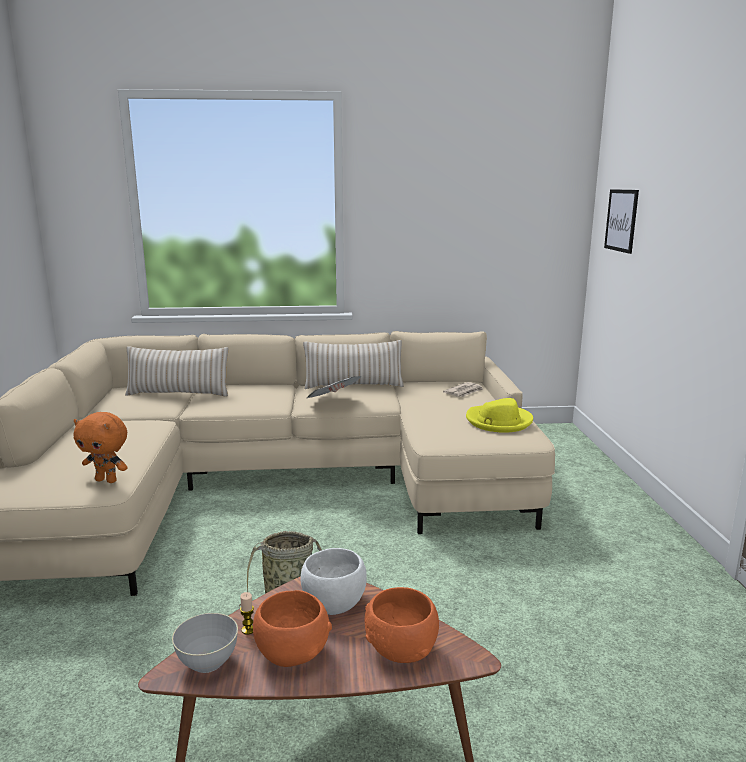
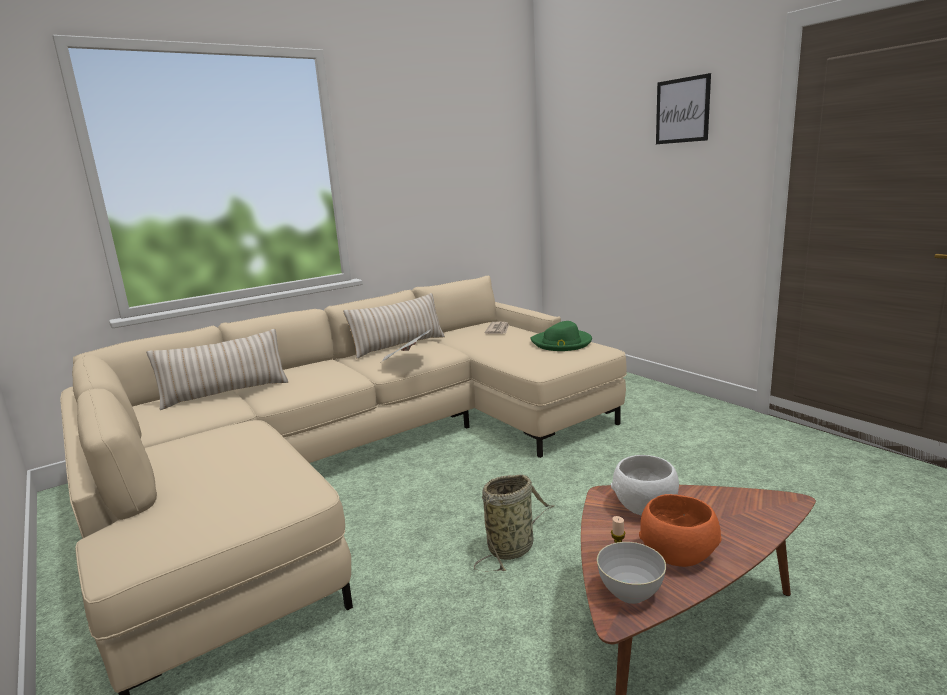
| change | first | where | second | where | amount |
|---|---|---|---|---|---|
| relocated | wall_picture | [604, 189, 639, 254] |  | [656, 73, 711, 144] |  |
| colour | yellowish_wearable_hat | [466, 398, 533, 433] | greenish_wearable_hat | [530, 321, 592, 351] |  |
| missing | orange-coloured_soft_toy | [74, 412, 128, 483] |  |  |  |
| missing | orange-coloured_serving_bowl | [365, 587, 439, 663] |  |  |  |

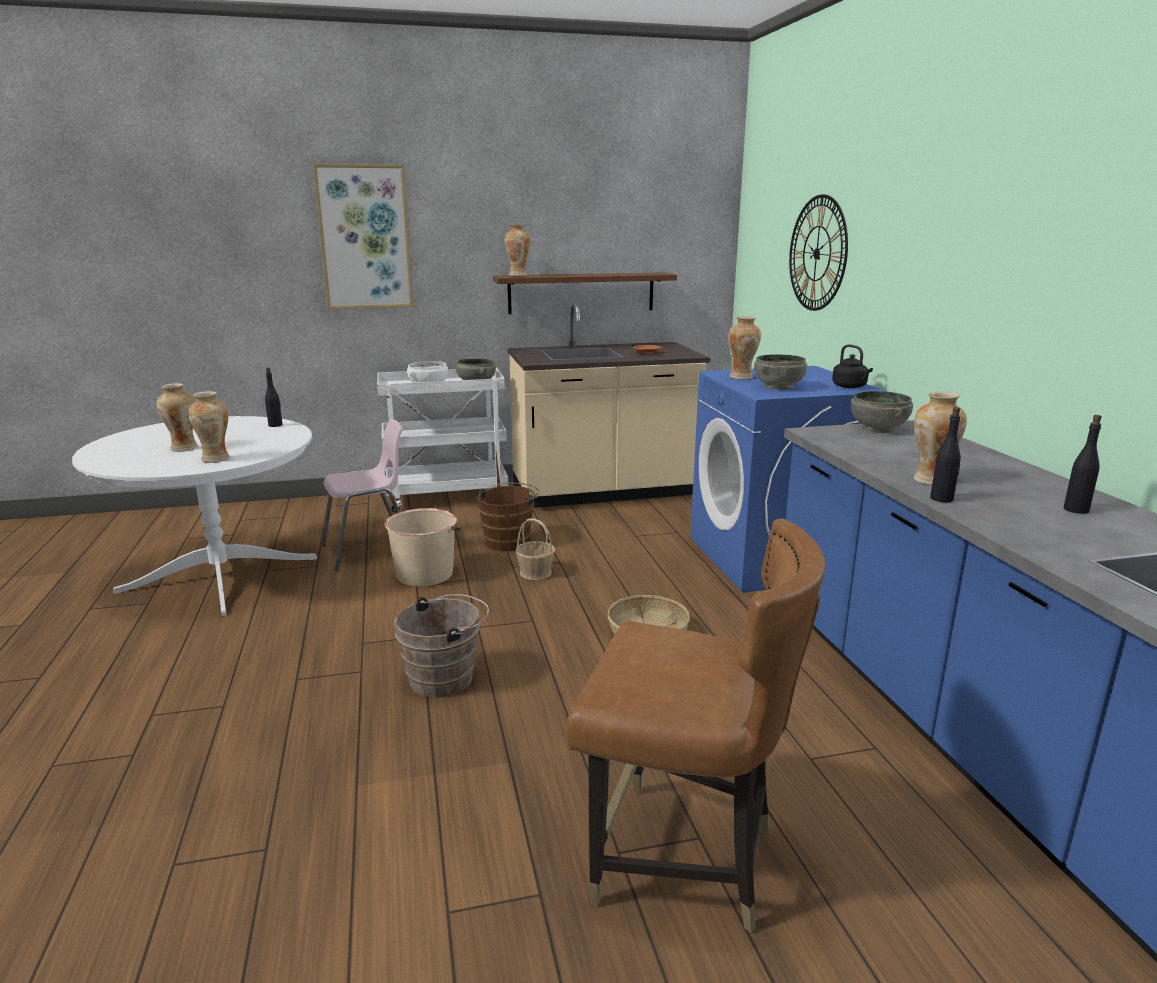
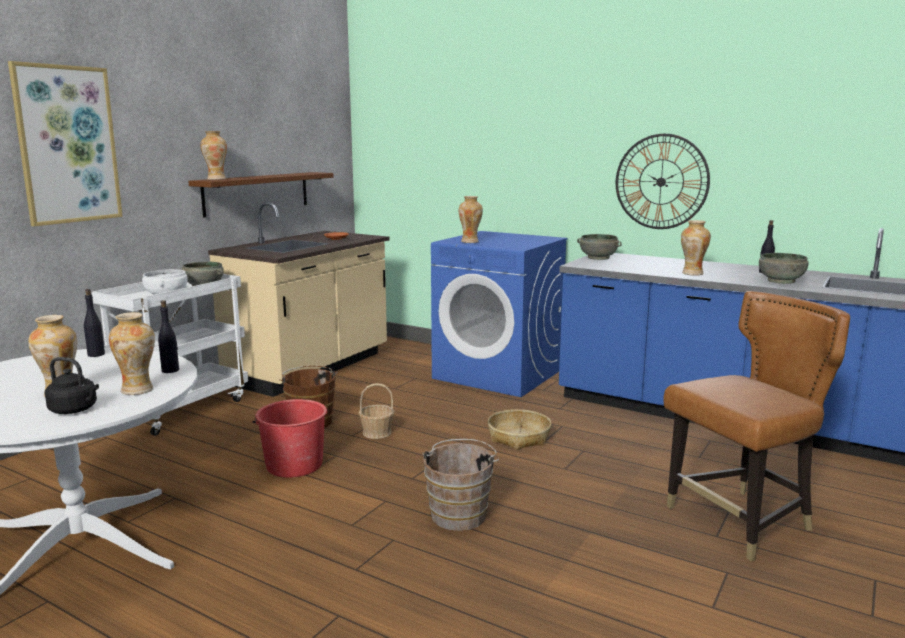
| change | first | where | second | where | amount |
|---|---|---|---|---|---|
| relocated | clock_on_the_wall | [789, 194, 848, 311] |  | [616, 134, 710, 229] |  |
| relocated | black_kettle | [832, 344, 873, 388] |  | [45, 357, 99, 414] |  |
| relocated | gray_serving_bowl | [754, 354, 807, 390] |  | [759, 253, 809, 284] |  |
| relocated | black_bottle | [930, 407, 961, 502] |  | [158, 300, 179, 373] |  |
| missing | pink-coloured_upright_chair | [322, 419, 403, 571] |  |  |  |
| colour | sand-coloured_pail | [385, 508, 460, 587] | reddish_pail | [252, 399, 328, 478] |  |

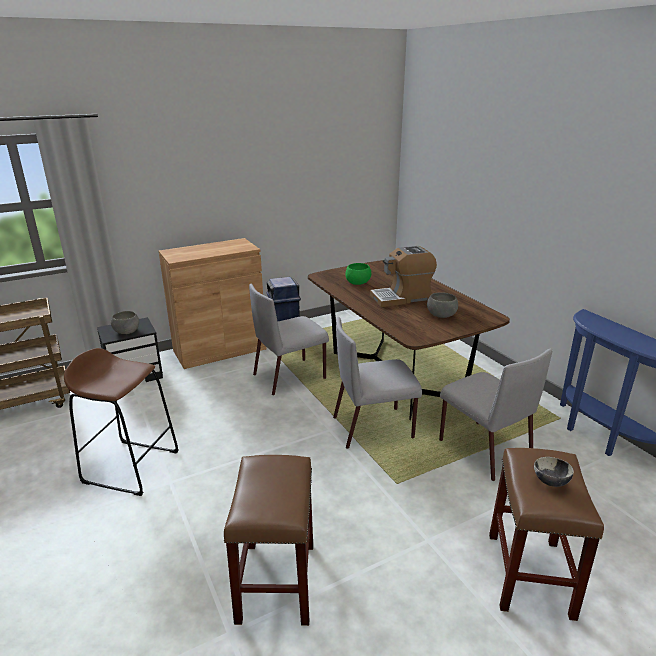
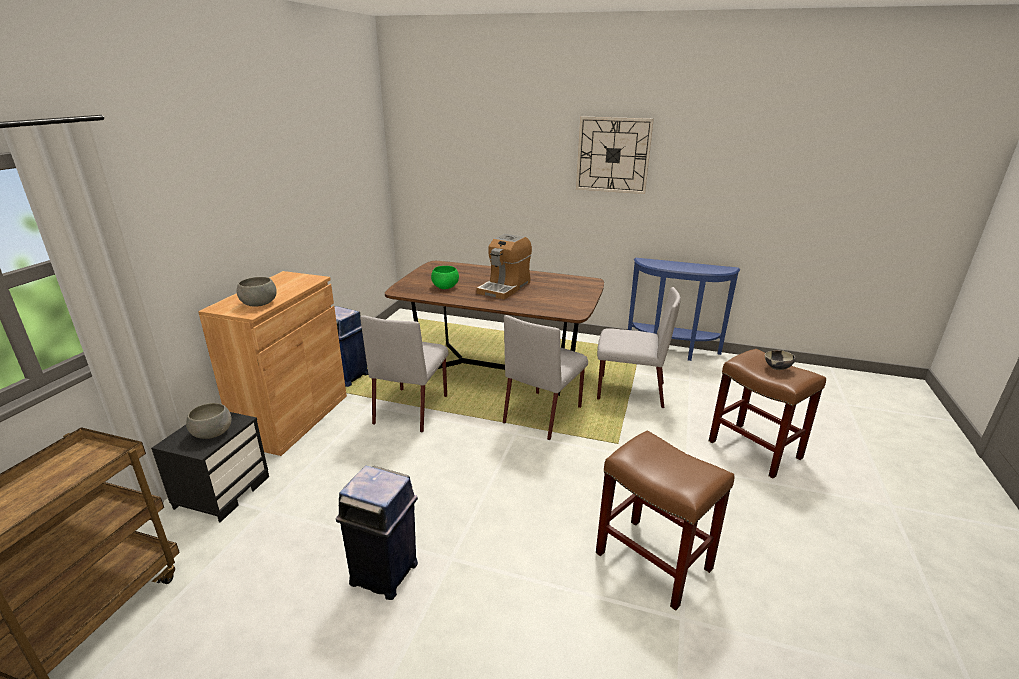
| change | first | where | second | where | amount |
|---|---|---|---|---|---|
| relocated | gray_serving_bowl | [427, 292, 458, 318] |  | [236, 277, 277, 307] |  |
| exchanged | brownish_stool | [64, 348, 178, 496] | blue-coloured_waste_bin | [336, 466, 418, 600] |  |
| appeared |  |  | clock_on_the_wall | [576, 116, 654, 194] |  |

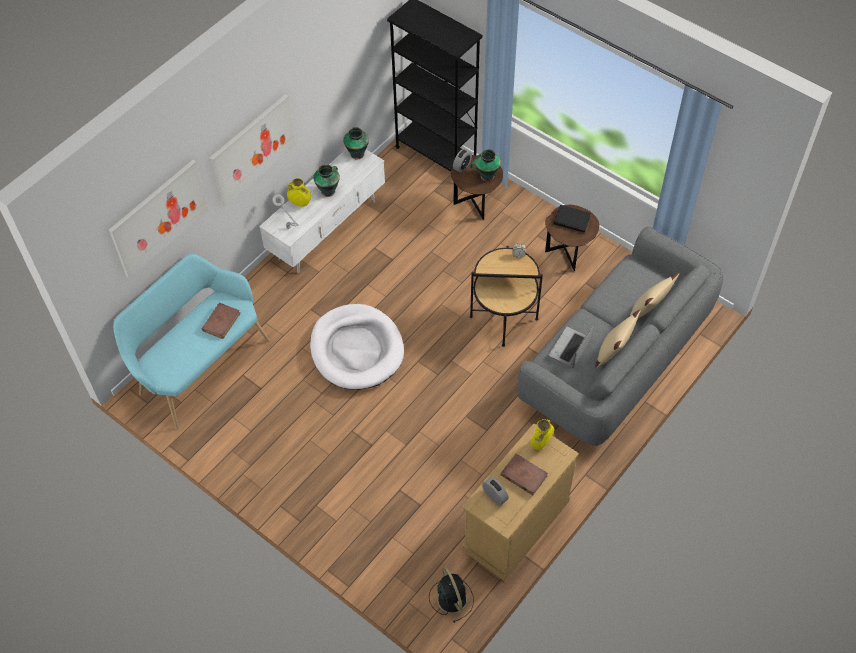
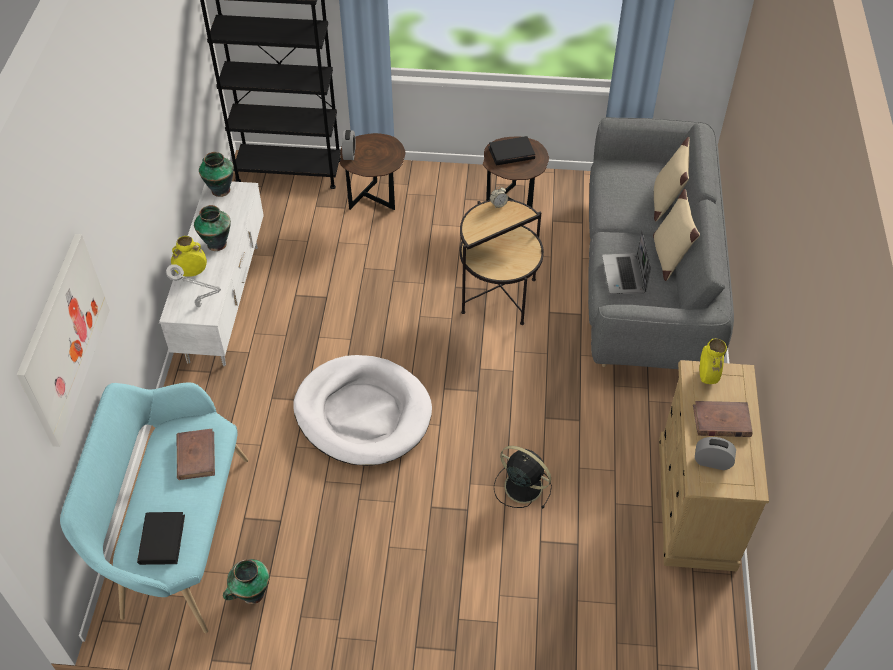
| change | first | where | second | where | amount |
|---|---|---|---|---|---|
| missing | wall_picture | [210, 94, 296, 207] |  |  |  |
| relocated | vase | [470, 149, 501, 181] |  | [223, 559, 269, 604] |  |
| relocated | black_electric_fan | [429, 567, 474, 623] |  | [494, 446, 552, 508] |  |
| appeared |  |  | black_volume | [137, 512, 185, 565] |  |

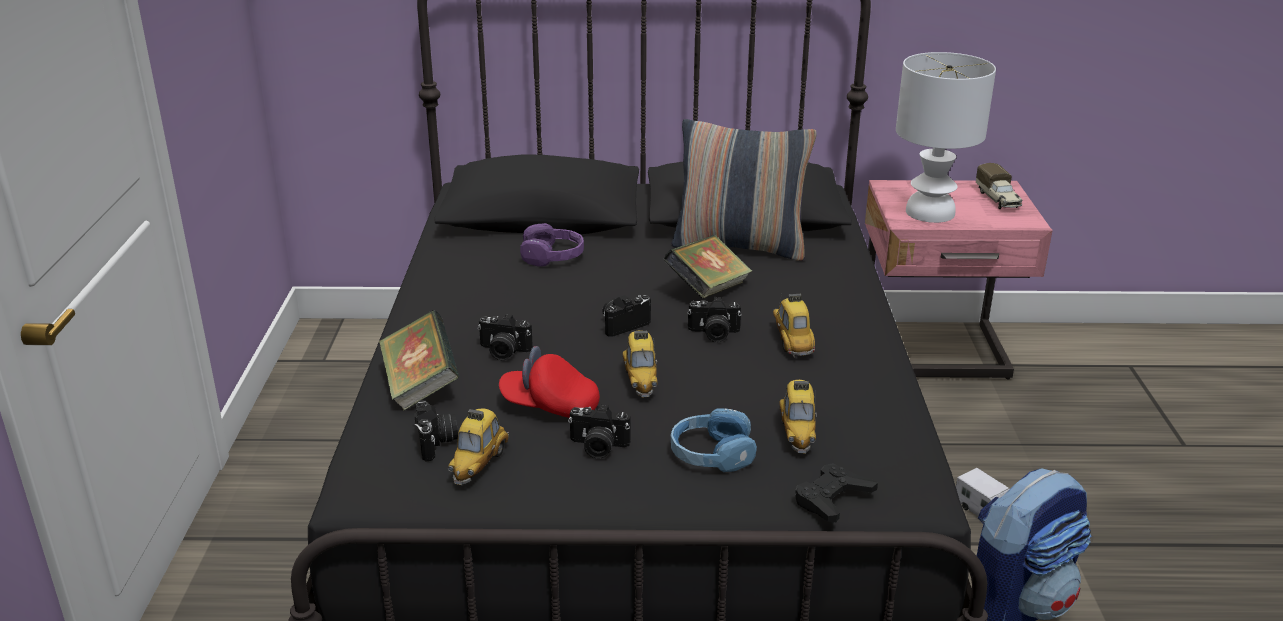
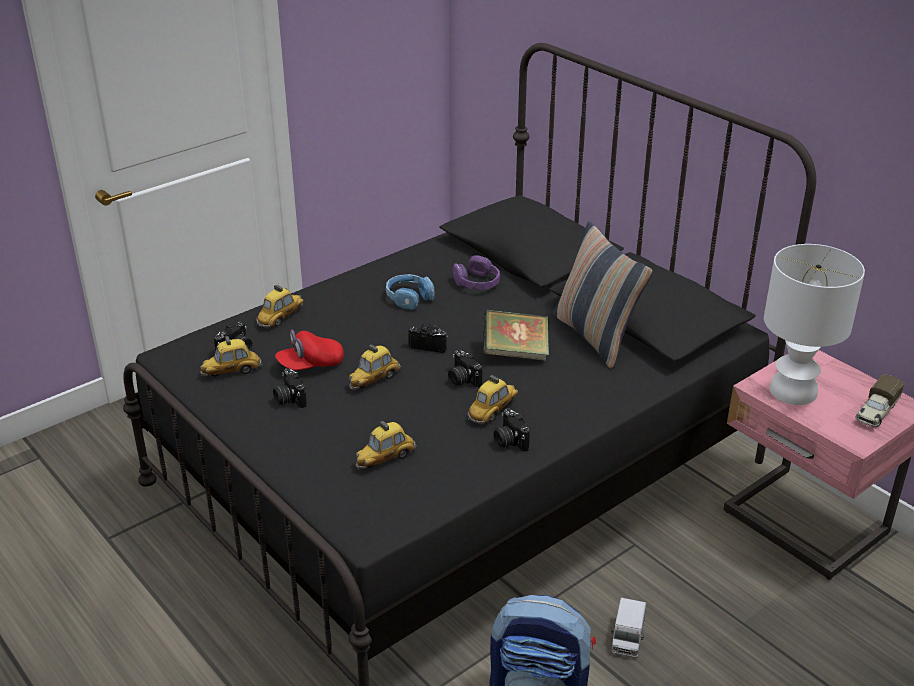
| change | first | where | second | where | amount |
|---|---|---|---|---|---|
| exchanged | volume | [379, 311, 460, 411] | toy_car | [256, 283, 304, 327] |  |
| relocated | still_camera | [478, 314, 533, 360] |  | [494, 408, 530, 451] |  |
| spun | reddish_peaked_cap | [499, 346, 600, 418] |  | [275, 330, 344, 370] | 90 degrees counterclockwise |
| relocated | blue-coloured_headset | [671, 408, 757, 472] |  | [386, 274, 435, 310] |  |
| missing | black_gamepad | [795, 463, 878, 522] |  |  |  |

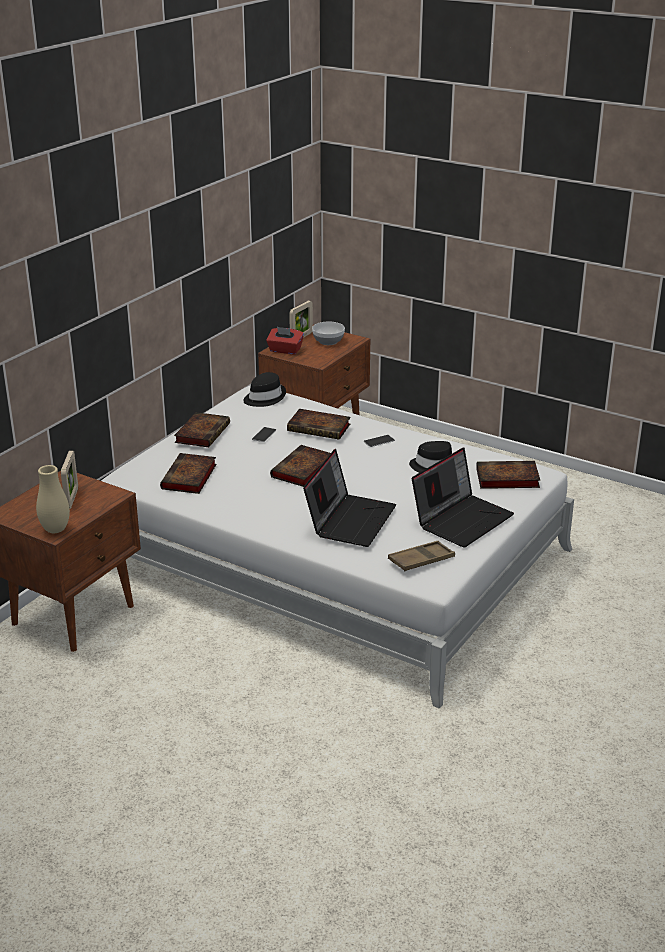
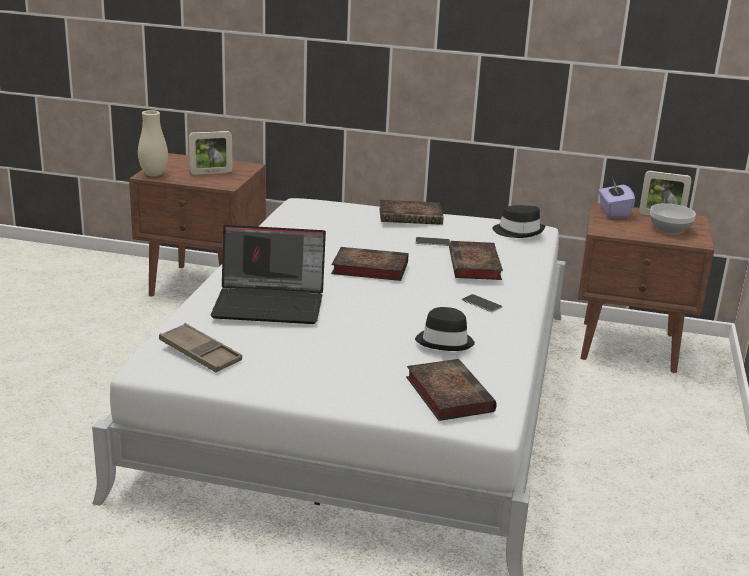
| change | first | where | second | where | amount |
|---|---|---|---|---|---|
| colour | reddish_tissue_holder | [266, 327, 304, 355] | purple-coloured_tissue_holder | [599, 180, 635, 218] |  |
| missing | notebook_computer | [412, 447, 514, 548] |  |  |  |
| missing | volume | [160, 453, 216, 494] |  |  |  |

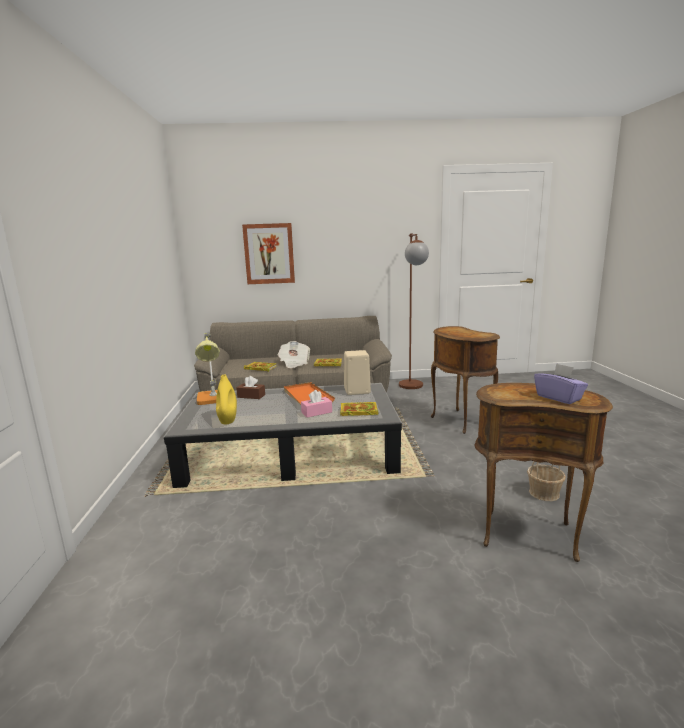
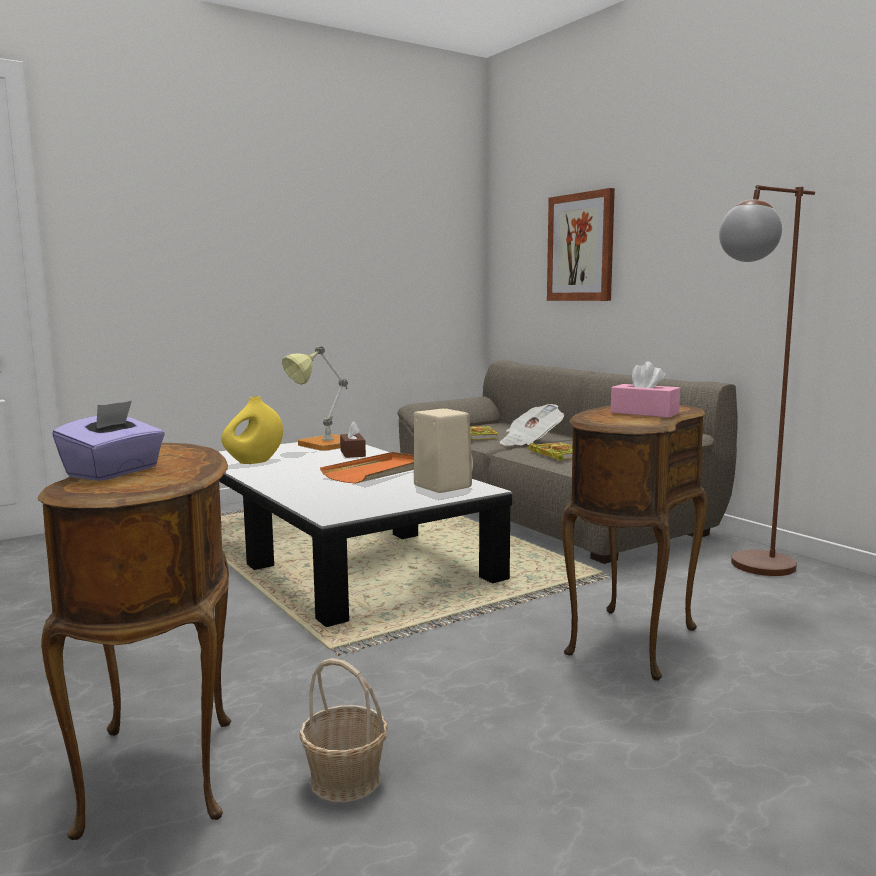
| change | first | where | second | where | amount |
|---|---|---|---|---|---|
| relocated | pink-coloured_tissue_holder | [301, 390, 332, 418] |  | [610, 361, 680, 418] |  |
| missing | volume | [340, 402, 378, 416] |  |  |  |

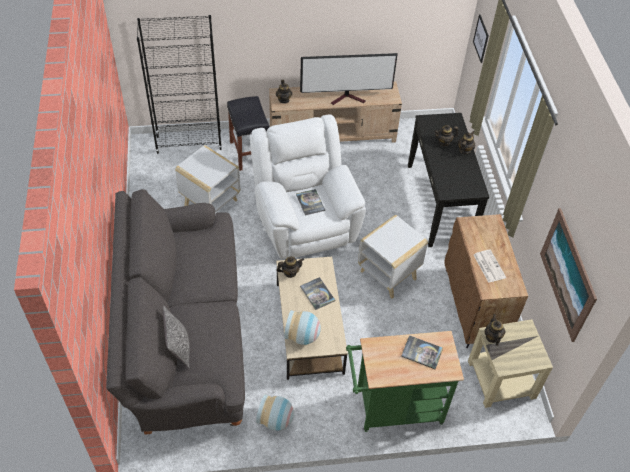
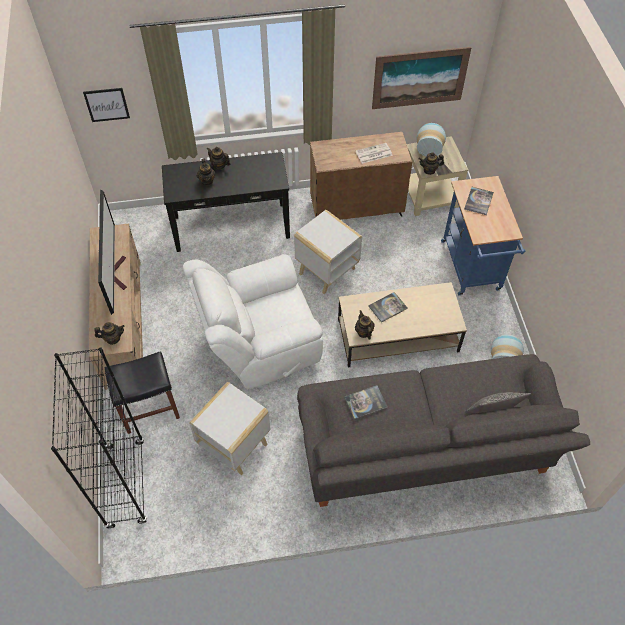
| change | first | where | second | where | amount |
|---|---|---|---|---|---|
| relocated | volume | [296, 189, 325, 215] |  | [344, 385, 388, 419] |  |
| relocated | vase | [284, 310, 321, 345] |  | [417, 123, 446, 157] |  |
| colour | greenish_trolley | [346, 331, 464, 432] | blue-coloured_trolley | [441, 176, 525, 296] |  |

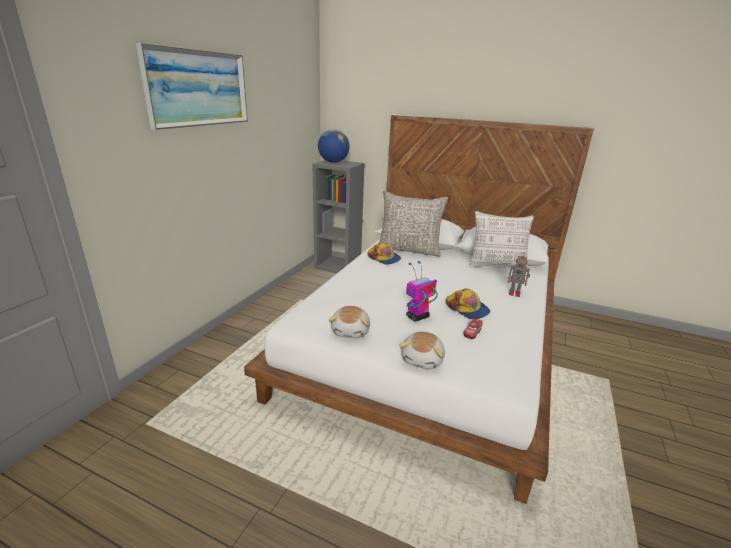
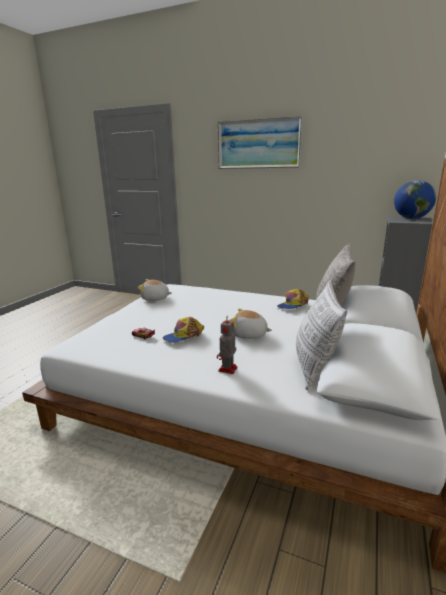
| change | first | where | second | where | amount |
|---|---|---|---|---|---|
| missing | robot_figure | [406, 261, 438, 322] |  |  |  |
| relocated | soft_toy | [399, 331, 445, 369] |  | [229, 308, 272, 339] |  |

